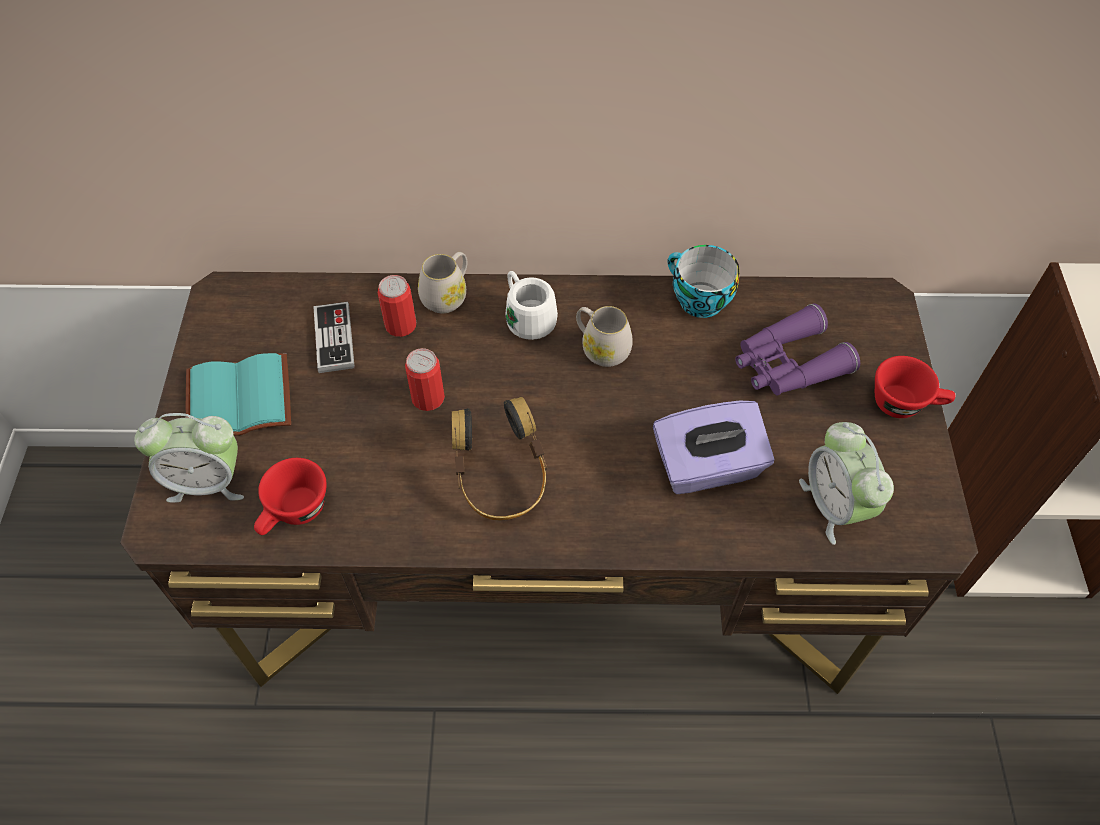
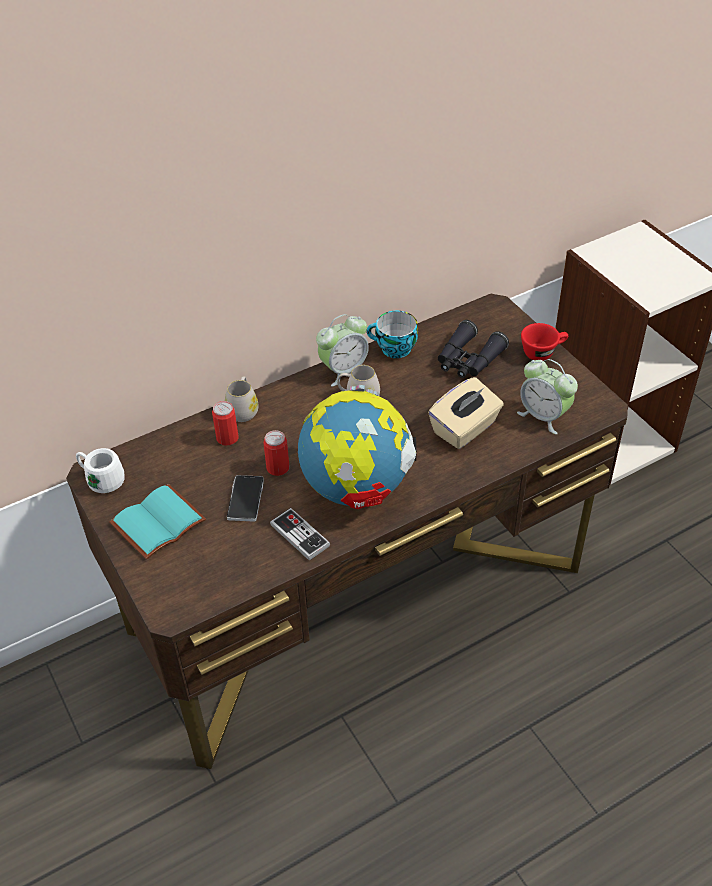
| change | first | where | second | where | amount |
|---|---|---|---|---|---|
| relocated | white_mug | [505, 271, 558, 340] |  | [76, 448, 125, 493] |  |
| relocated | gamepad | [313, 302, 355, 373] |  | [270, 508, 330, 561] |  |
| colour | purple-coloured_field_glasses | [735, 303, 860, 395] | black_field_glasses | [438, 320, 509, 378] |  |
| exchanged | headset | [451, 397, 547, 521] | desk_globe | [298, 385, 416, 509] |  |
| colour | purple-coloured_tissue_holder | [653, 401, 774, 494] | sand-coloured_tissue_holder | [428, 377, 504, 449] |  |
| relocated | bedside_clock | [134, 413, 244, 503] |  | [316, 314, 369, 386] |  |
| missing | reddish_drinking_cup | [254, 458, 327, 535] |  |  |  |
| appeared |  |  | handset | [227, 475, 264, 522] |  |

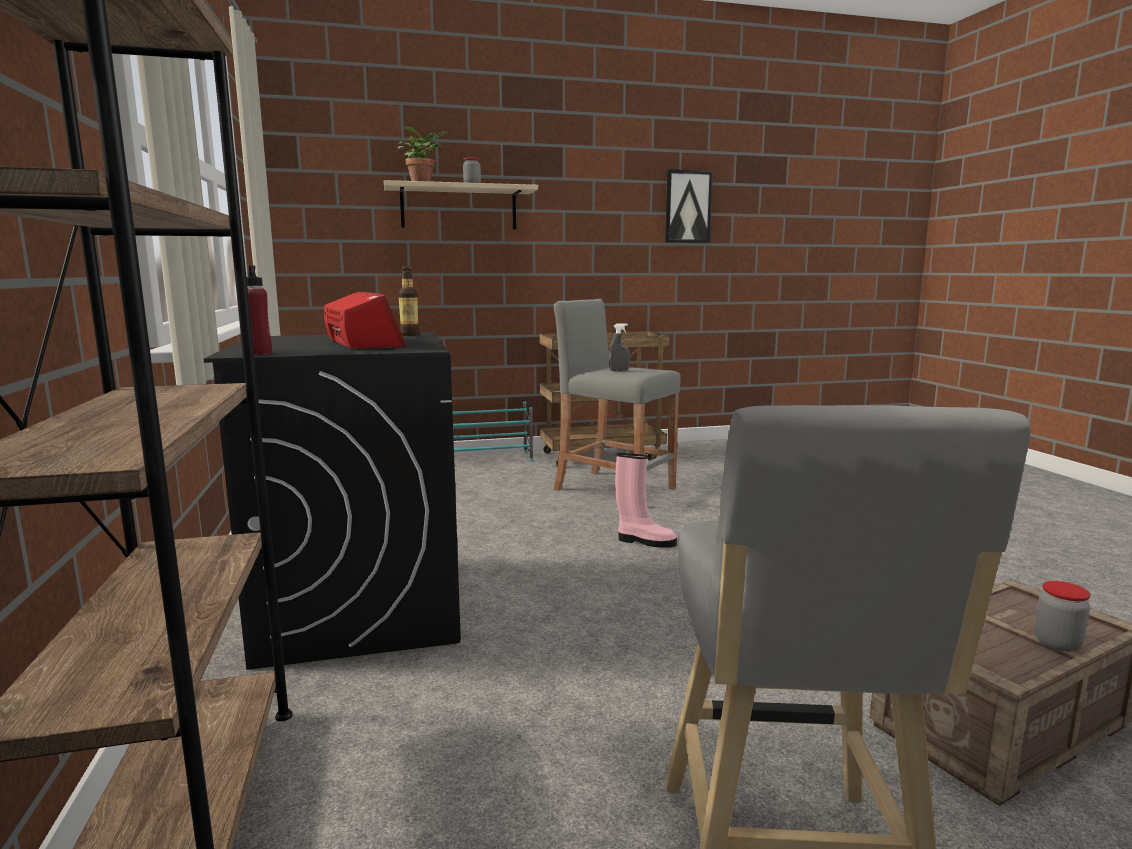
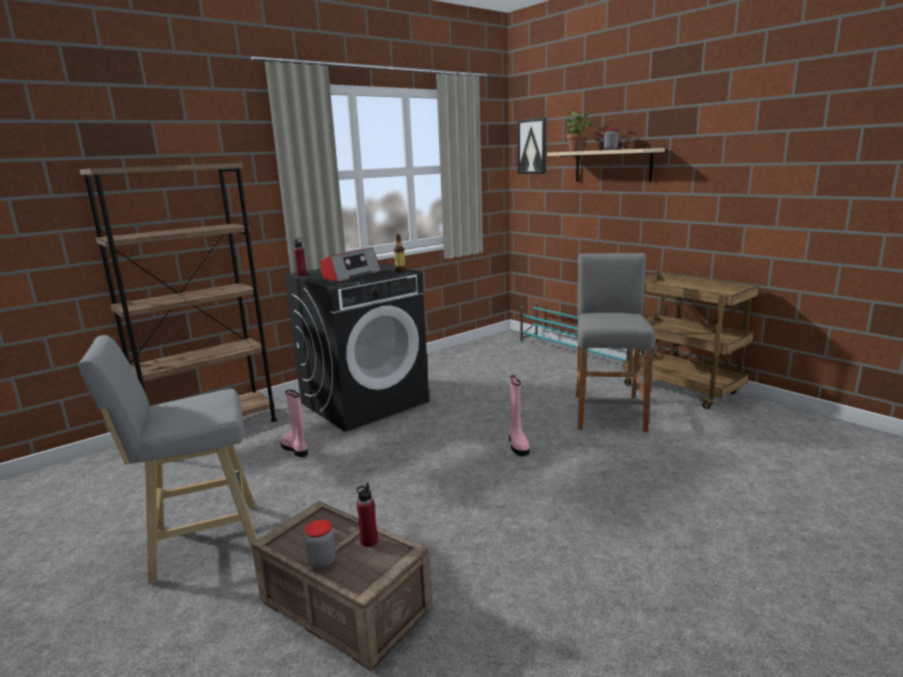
| change | first | where | second | where | amount |
|---|---|---|---|---|---|
| relocated | wall_picture | [665, 169, 713, 243] |  | [518, 118, 546, 174] |  |
| missing | gray_spray_bottle | [609, 323, 630, 371] |  |  |  |
| appeared |  |  | pink-coloured_tall_boot | [280, 390, 308, 457] |  |
| appeared |  |  | reddish_bottle | [356, 482, 378, 547] |  |

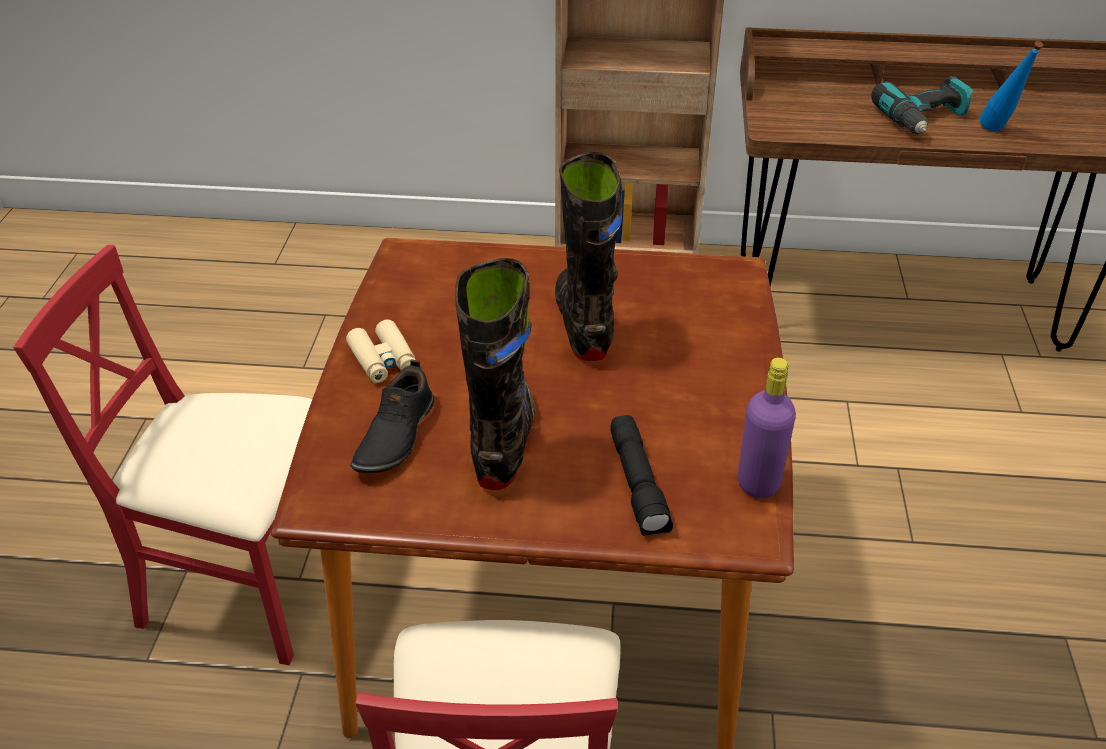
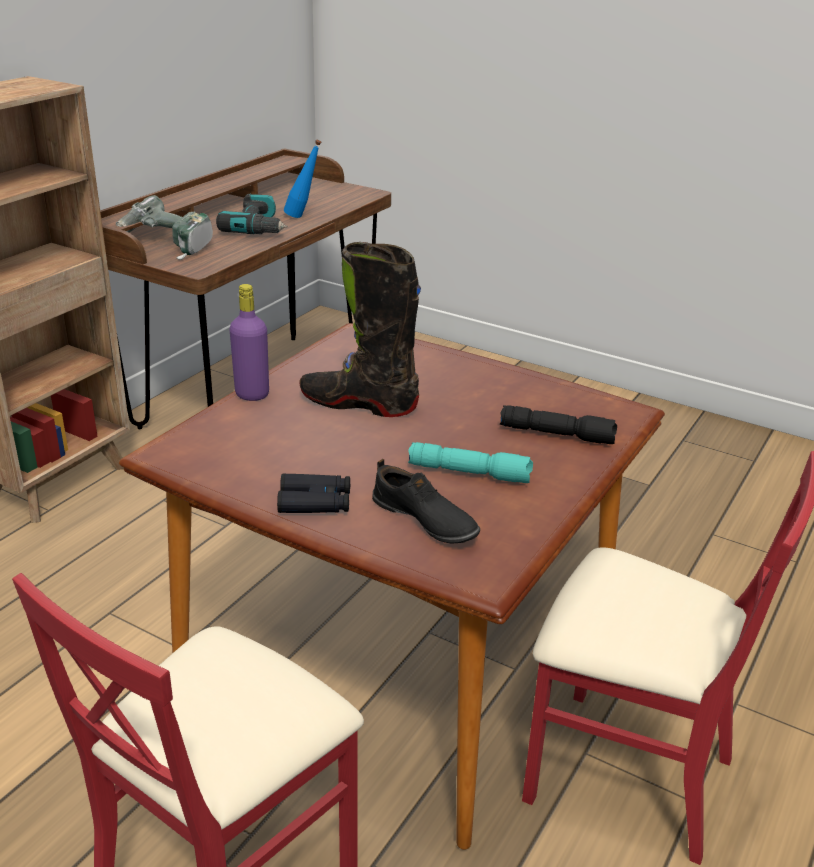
| change | first | where | second | where | amount |
|---|---|---|---|---|---|
| exchanged | black_tall_boot | [455, 258, 536, 490] | turquoise_flashlight | [408, 442, 533, 483] |  |
| colour | sand-coloured_field_glasses | [346, 319, 416, 383] | black_field_glasses | [277, 473, 350, 513] |  |
| relocated | purple-coloured_bottle | [738, 358, 796, 498] |  | [230, 284, 269, 401] |  |
| appeared |  |  | drill | [116, 195, 213, 260] |  |

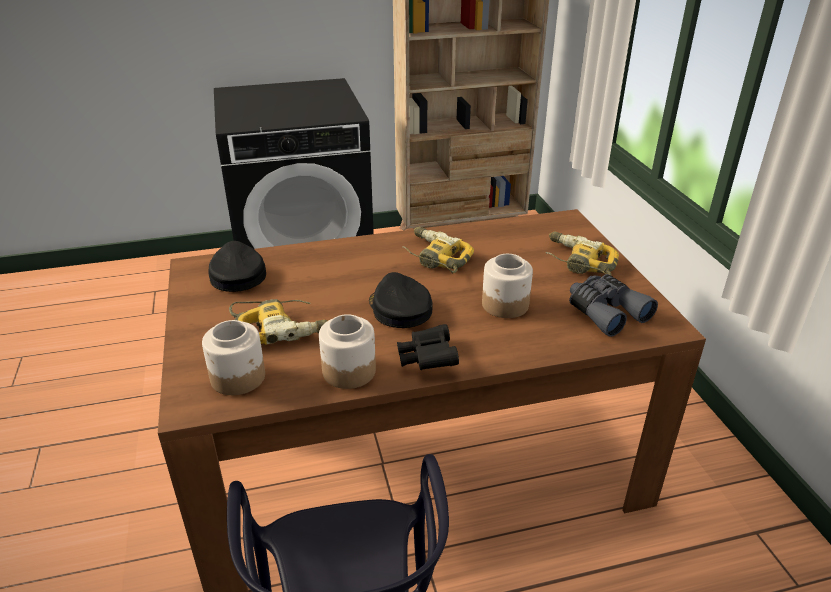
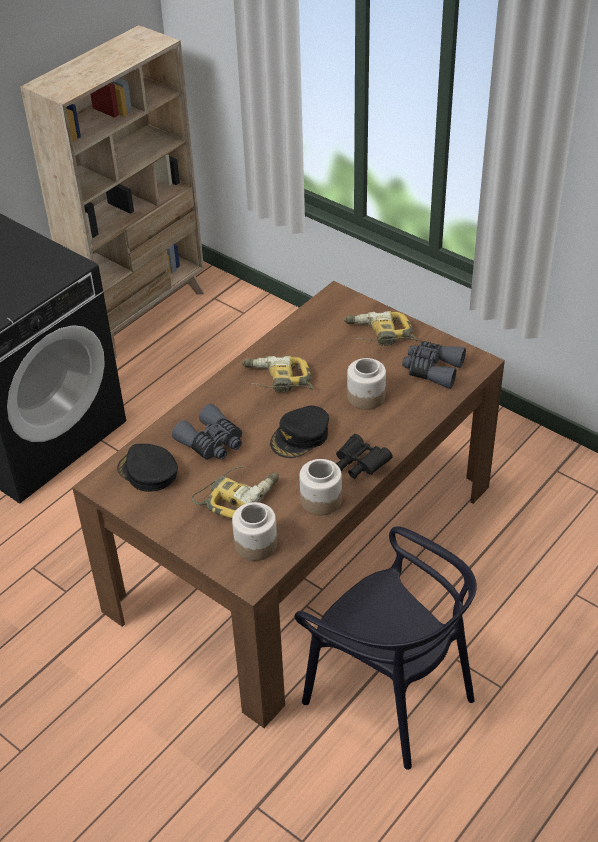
| change | first | where | second | where | amount |
|---|---|---|---|---|---|
| spun | black_peaked_cap | [369, 272, 432, 328] |  | [270, 405, 329, 458] | 75 degrees counterclockwise |
| appeared |  |  | gray_field_glasses | [172, 404, 242, 460] |  |

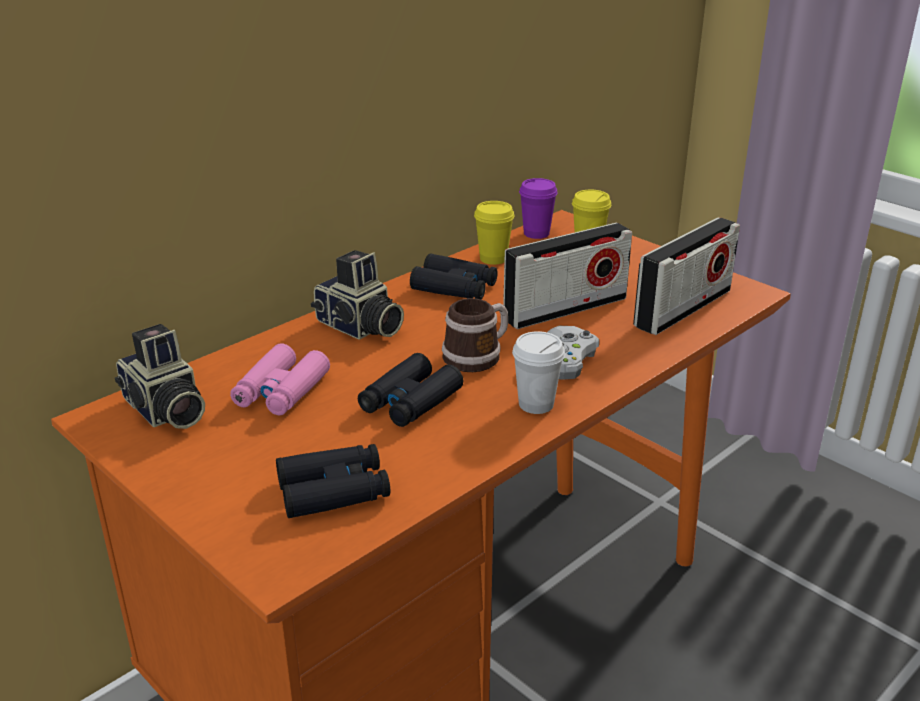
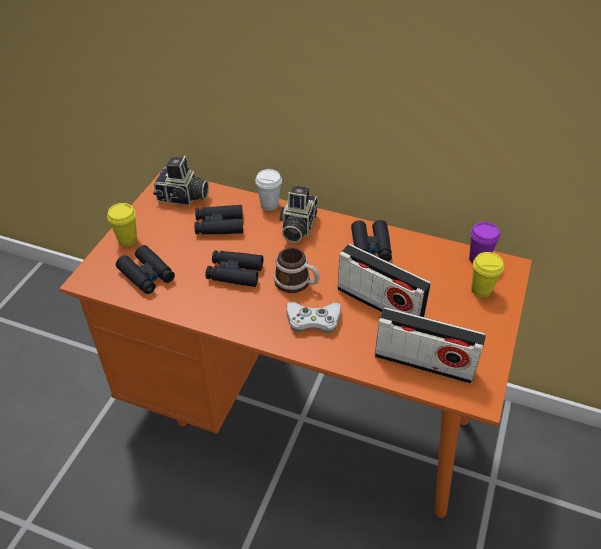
| change | first | where | second | where | amount |
|---|---|---|---|---|---|
| relocated | yellowish_drinking_cup | [474, 201, 514, 265] |  | [107, 203, 137, 246] |  |
| spun | still_camera | [115, 324, 205, 429] |  | [153, 156, 209, 205] | 105 degrees counterclockwise |
| relocated | white_drinking_cup | [512, 331, 565, 414] |  | [255, 169, 282, 211] |  |
| colour | pink-coloured_field_glasses | [230, 343, 330, 415] | black_field_glasses | [194, 205, 243, 235] |  |

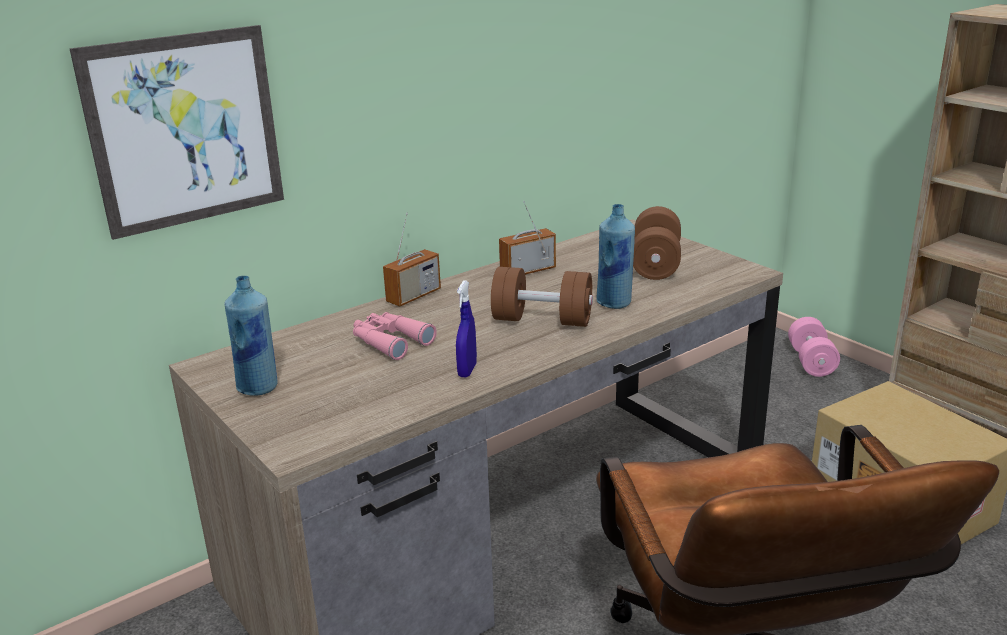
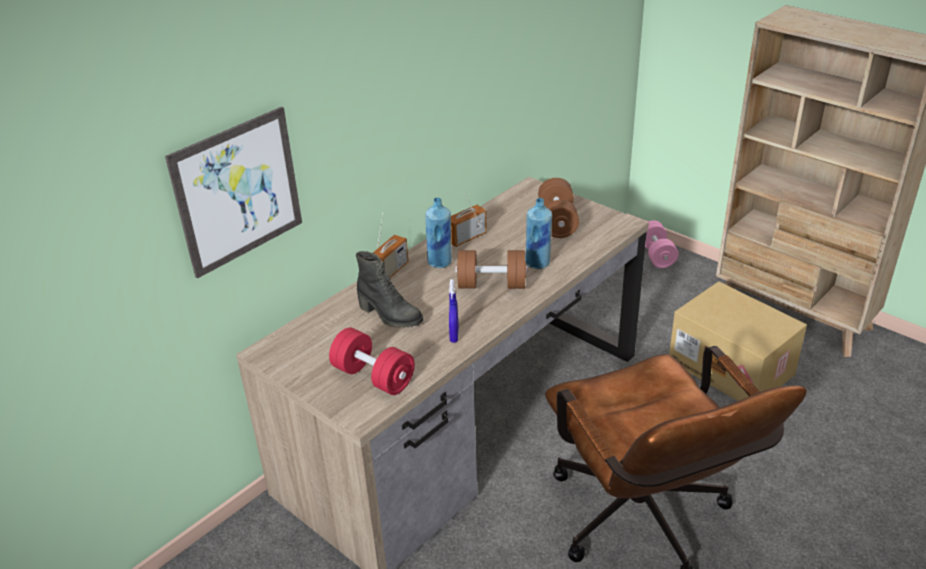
| change | first | where | second | where | amount |
|---|---|---|---|---|---|
| relocated | blue-coloured_bottle | [224, 276, 278, 396] |  | [425, 198, 452, 268] |  |
| exchanged | pink-coloured_field_glasses | [353, 312, 437, 360] | black_tall_boot | [356, 251, 423, 328] |  |
| appeared |  |  | reddish_free_weight | [329, 327, 415, 395] |  |

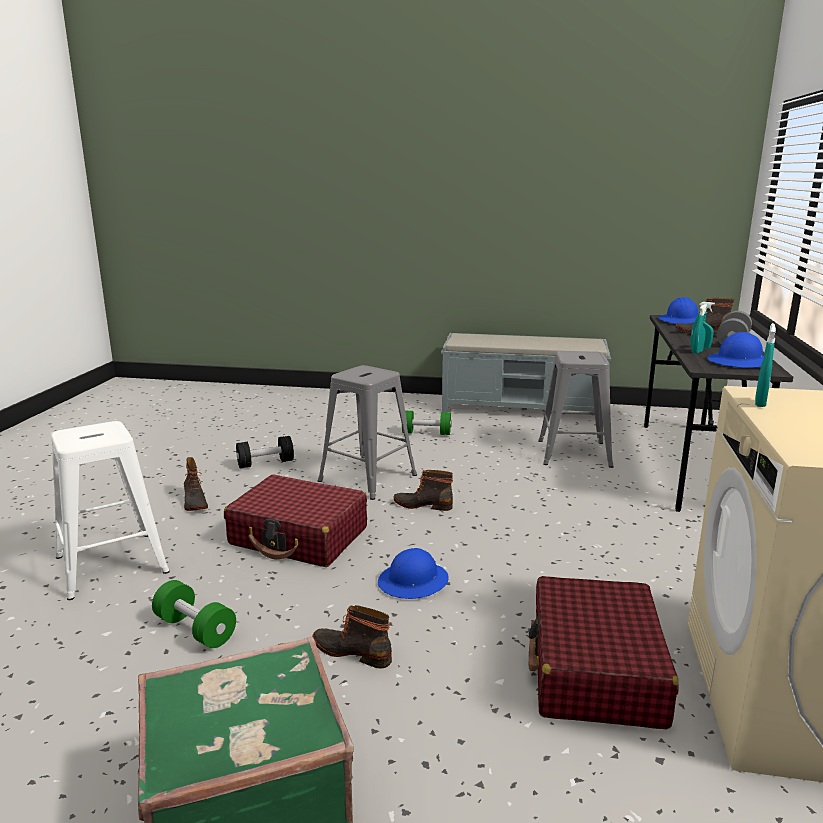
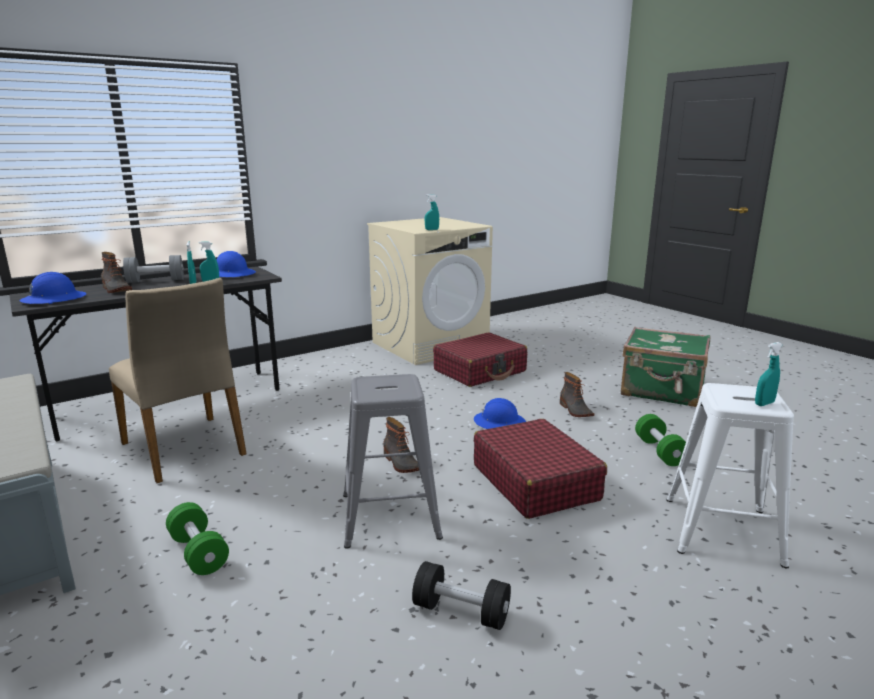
| change | first | where | second | where | amount |
|---|---|---|---|---|---|
| exchanged | gray_stool | [538, 351, 614, 468] | sand-coloured_upright_chair | [109, 278, 247, 483] |  |
| missing | tall_boot | [184, 457, 208, 511] |  |  |  |
| appeared |  |  | turquoise_spray_bottle | [755, 342, 782, 406] |  |

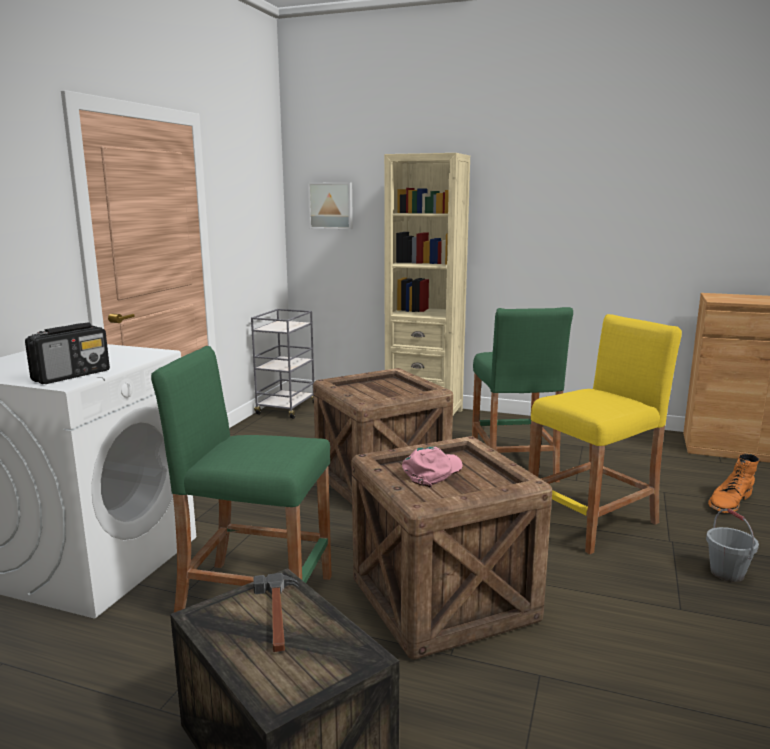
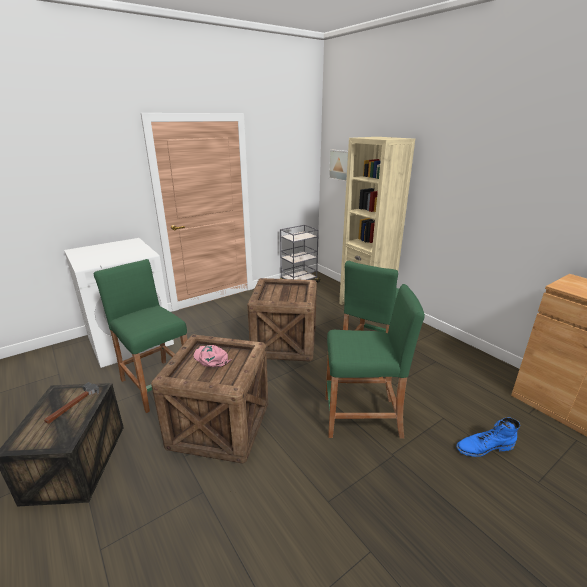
| change | first | where | second | where | amount |
|---|---|---|---|---|---|
| colour | yellowish_stool | [528, 314, 682, 554] | greenish_stool | [326, 284, 425, 439] |  |
| missing | radio | [25, 323, 110, 384] |  |  |  |
| spun | pink-coloured_peaked_cap | [402, 447, 463, 488] |  | [193, 345, 232, 367] | 120 degrees counterclockwise |
| colour | orange-coloured_tall_boot | [708, 454, 759, 513] | blue-coloured_tall_boot | [456, 417, 520, 457] |  |
| missing | gray_pail | [706, 509, 759, 582] |  |  |  |

